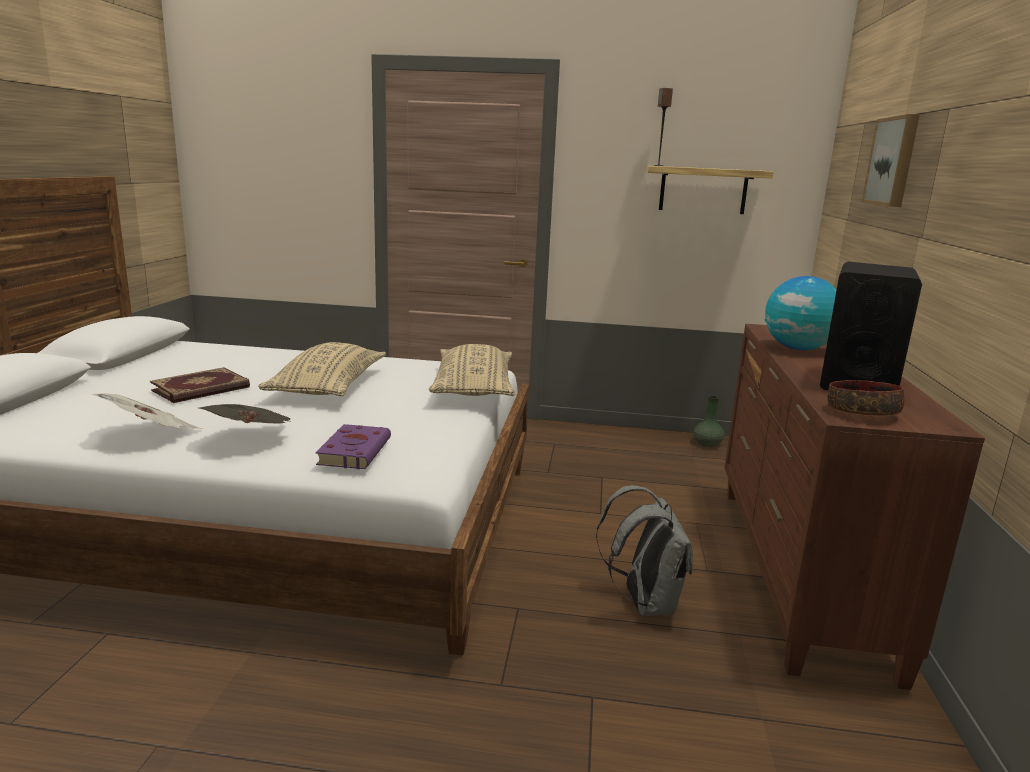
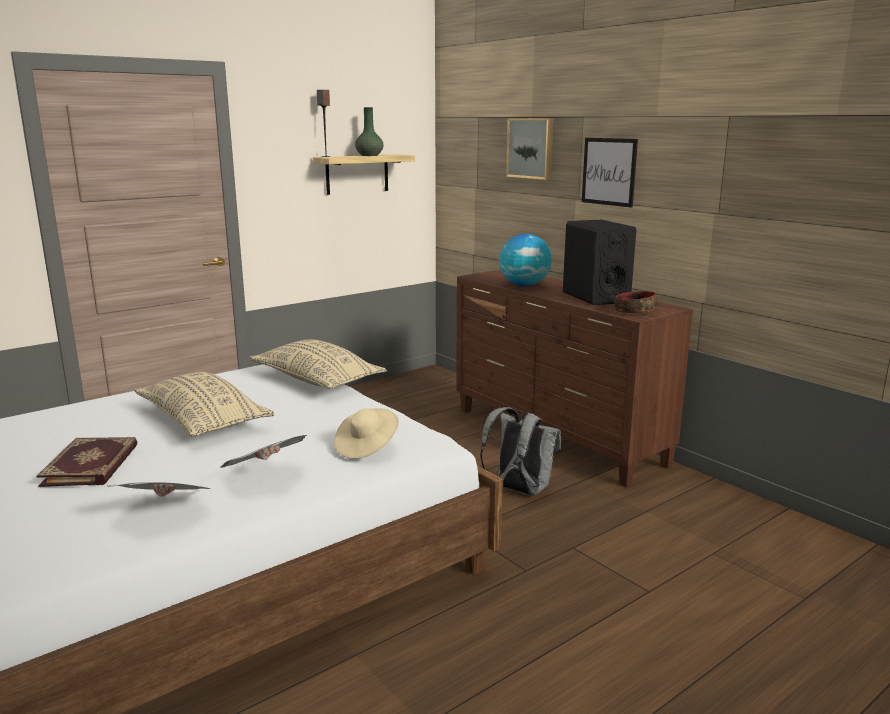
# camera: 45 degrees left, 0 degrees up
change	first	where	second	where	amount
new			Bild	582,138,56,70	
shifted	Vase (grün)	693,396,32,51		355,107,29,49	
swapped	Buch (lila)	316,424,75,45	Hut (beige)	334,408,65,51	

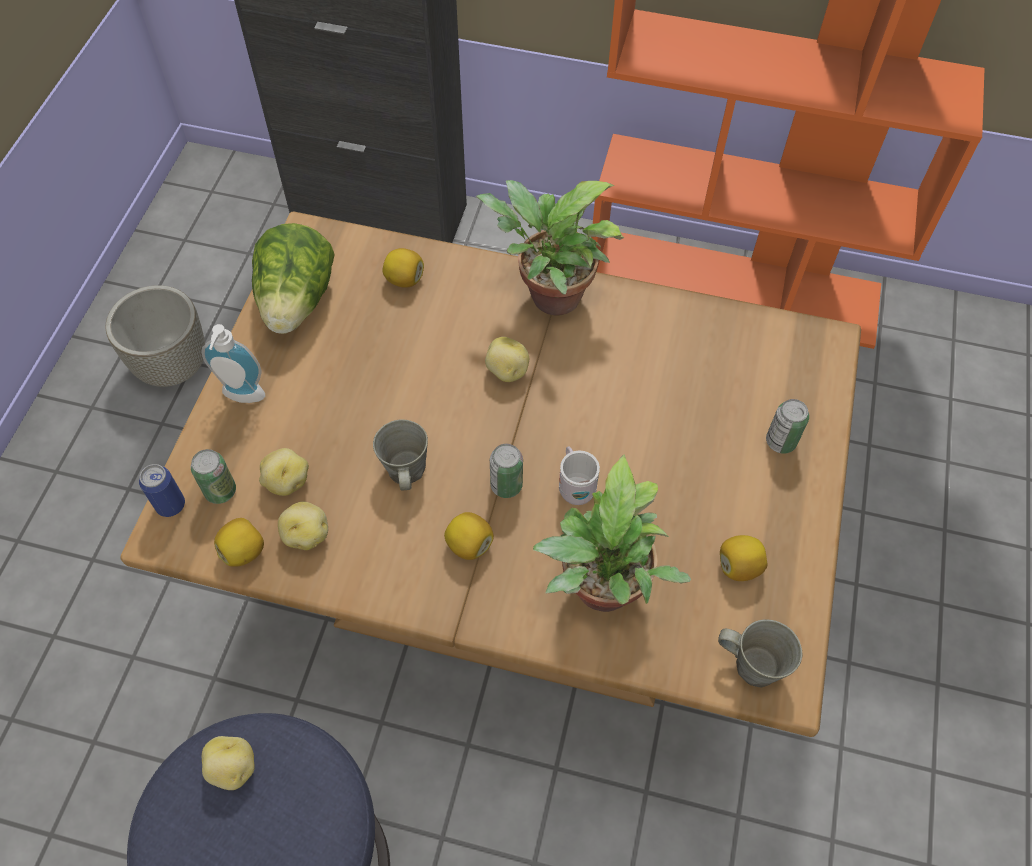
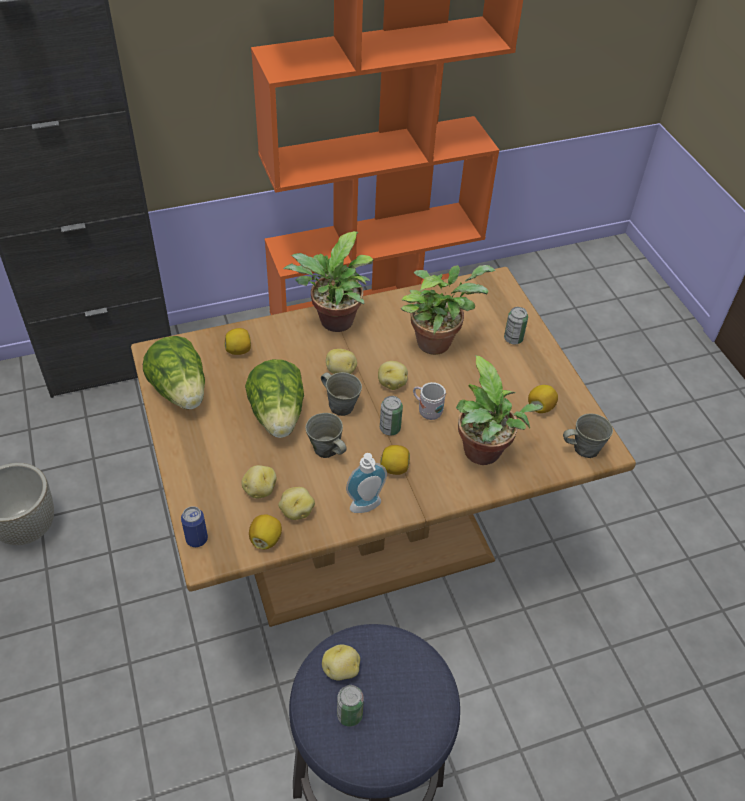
# camera: 35 degrees left, 10 degrees down
change	first	where	second	where	amount
new			Salatkopf	245,359,59,79	
new			Henkelbecher (grau)	321,372,41,44	
new			Kartoffel	378,361,30,29	
new			Topfpflanze	401,265,95,90	
shifted	Dose	191,449,45,55		337,685,27,42	
shifted	Seifenspender	202,324,63,79		346,453,41,60	

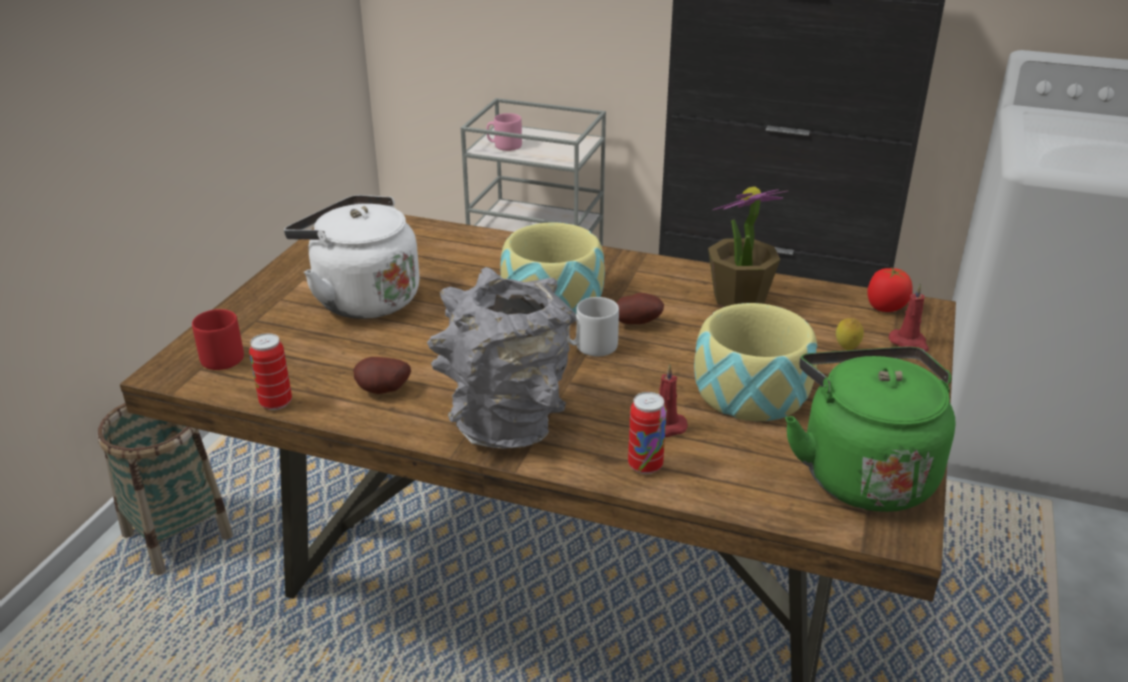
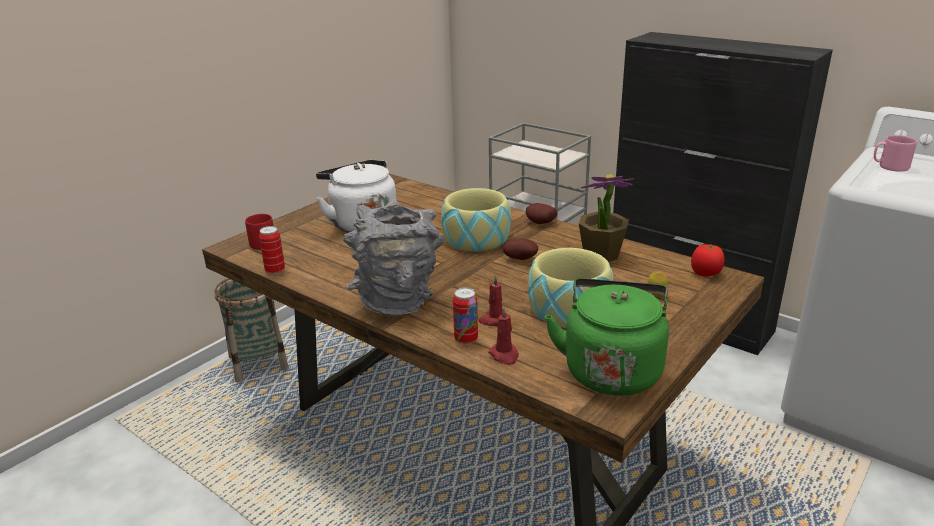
# camera: 20 degrees right, 5 degrees down
change	first	where	second	where	amount
gone	Henkelbecher (grau)	567,297,52,59			
shifted	Kartoffel	353,357,58,37		526,203,31,21	
shifted	Henkelbecher (rosa)	486,113,36,38		874,135,43,37	
shifted	Kerze (rot)	889,284,40,68		488,307,31,58	

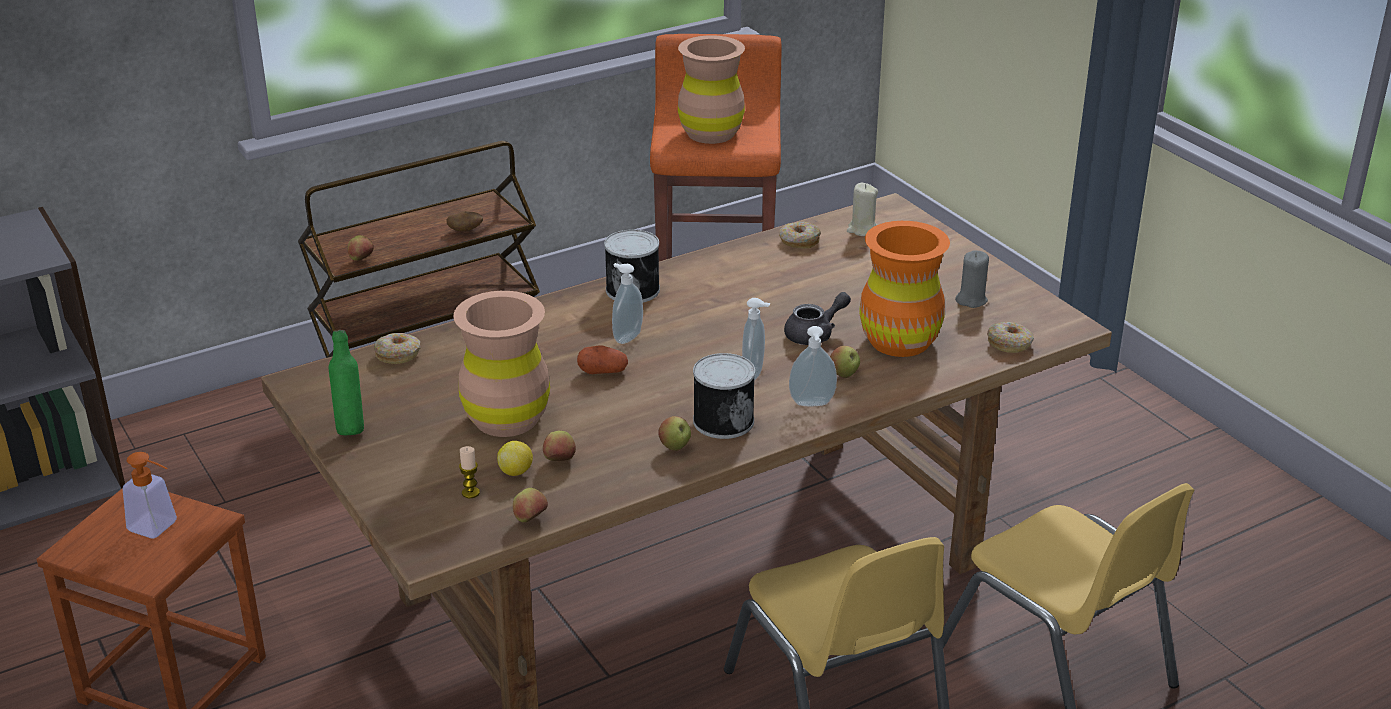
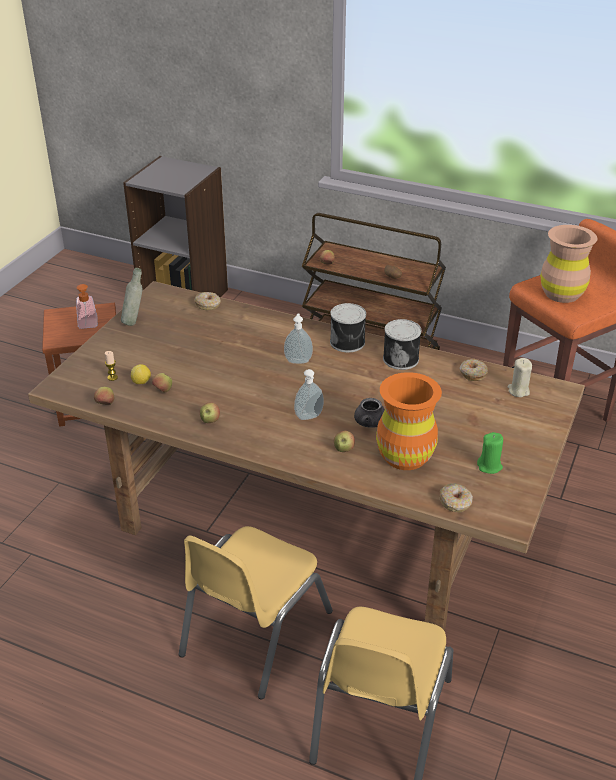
# camera: 55 degrees right, 5 degrees up
change	first	where	second	where	amount
gone	Vase (braun)	453,291,97,146			
gone	Kartoffel	577,346,51,28			
gone	Seifenspender	789,326,48,80			
shifted	Dose	693,353,62,86		383,319,38,51	
repainted	Flasche (grün)	329,330,35,105	Flasche (grau)	121,268,22,58	
repainted	Kerze (grau)	955,250,34,58	Kerze (grün)	477,432,26,42	

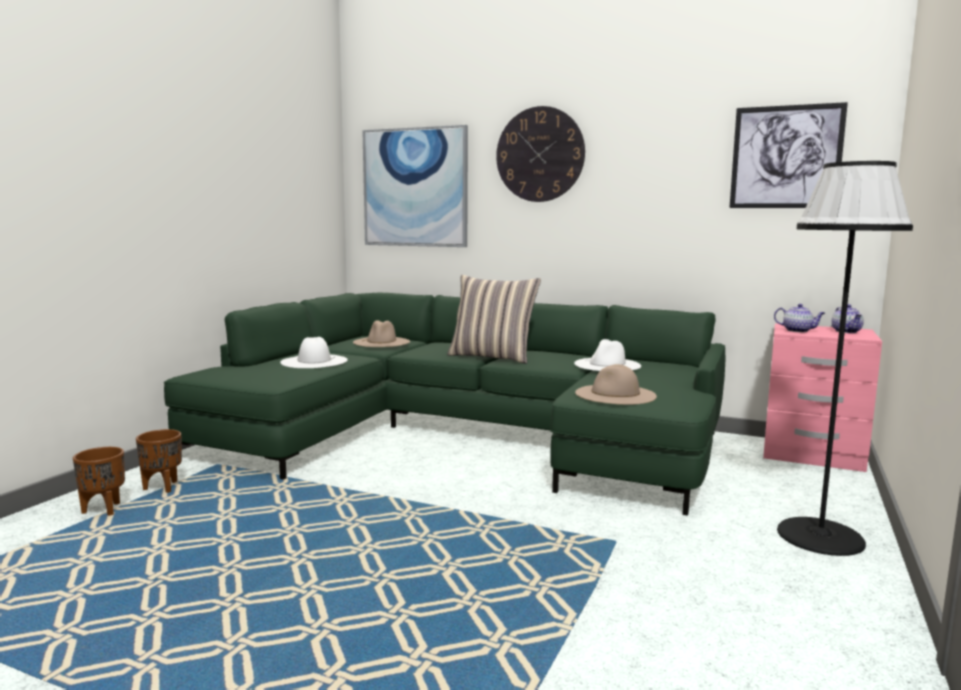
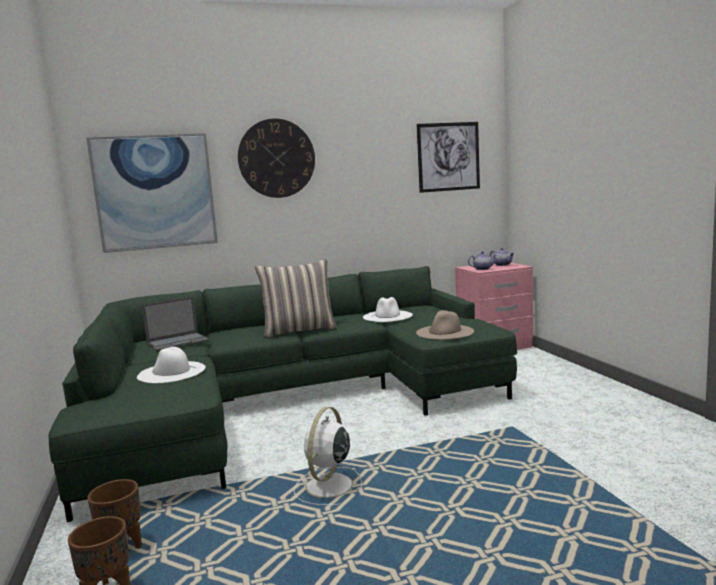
# camera: 40 degrees left, 0 degrees up
change	first	where	second	where	amount
gone	Stehlampe (schwarz)	777,161,136,395			
new			Ventilator (weiß)	294,407,68,98	
swapped	Hut (beige)	353,320,57,27	Laptop	142,297,68,55	

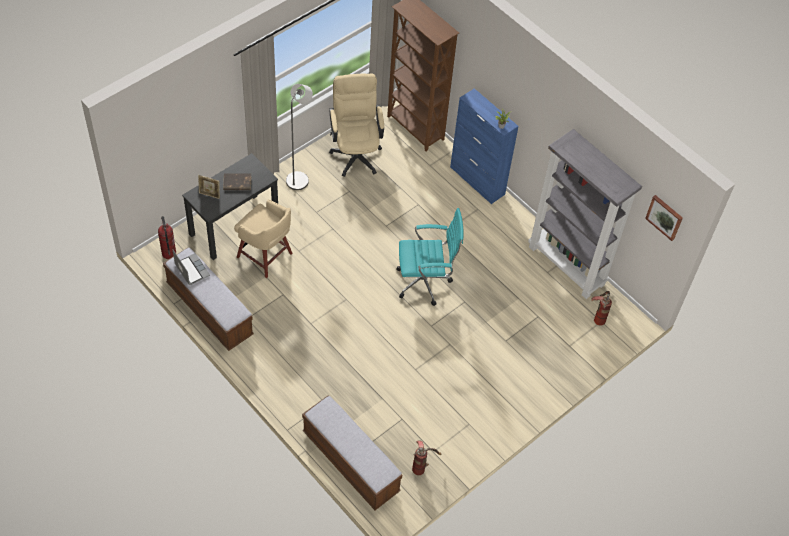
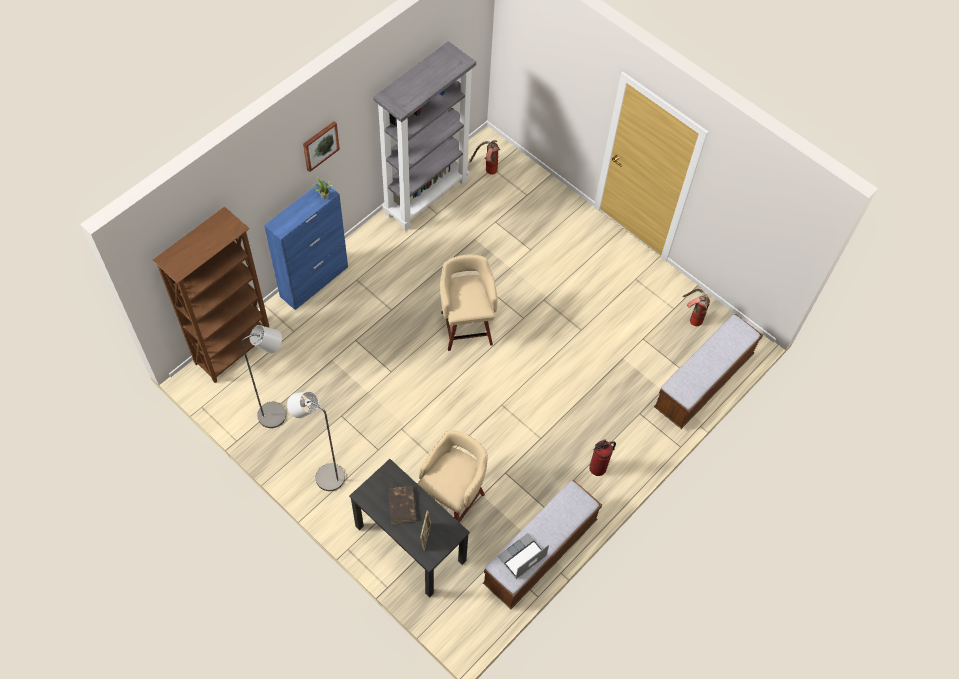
# camera: 95 degrees left, 5 degrees up
change	first	where	second	where	amount
shifted	Feuerlöscher	158,216,18,43		589,440,27,36	
shifted	Bild	645,195,38,46		303,121,37,51	
swapped	Bürostuhl (beige)	329,73,55,104	Stehlampe (grau)	241,325,45,103	
swapped	Bürostuhl (türkis)	396,208,68,98	Hocker (beige)	440,255,58,96	

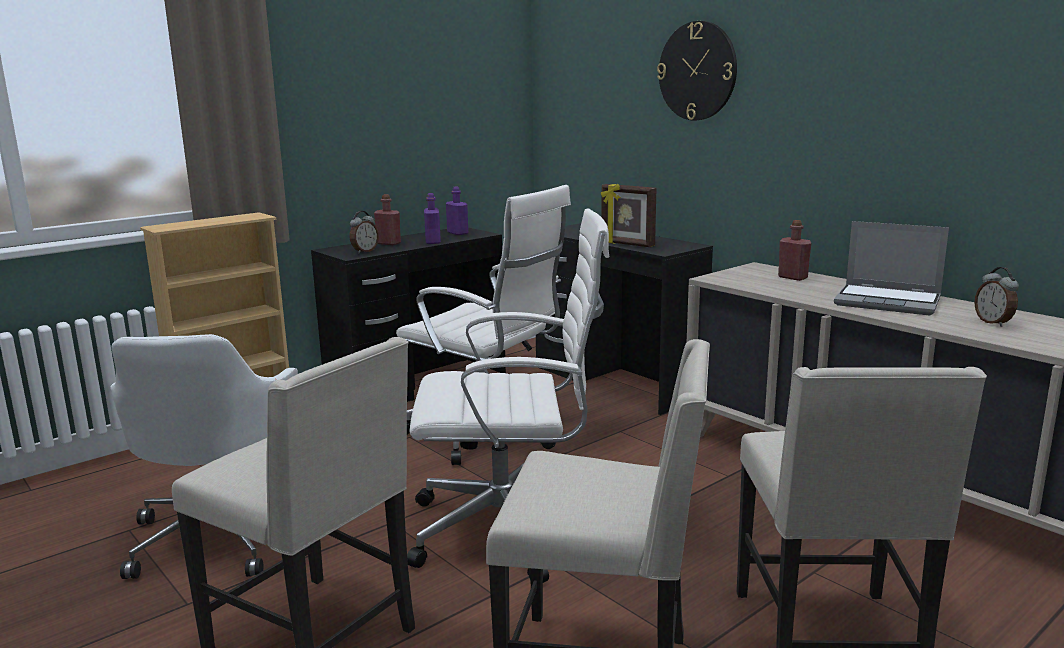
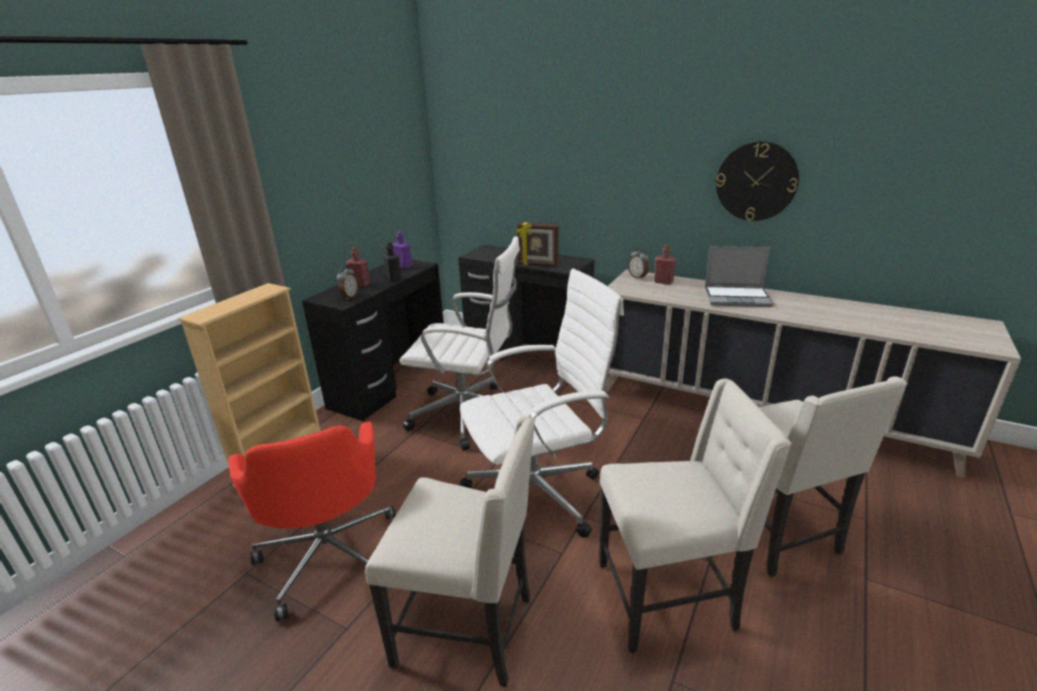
# camera: 20 degrees left, 10 degrees up
change	first	where	second	where	amount
shifted	Wanduhr	657,21,80,100		716,141,83,80	
shifted	Wecker	974,267,45,60		628,248,21,31	
repainted	Bürostuhl (weiß)	111,334,187,245	Bürostuhl (rot)	228,421,168,201	
repainted	Flasche (lila)	424,193,17,51	Flasche (schwarz)	383,242,19,40	

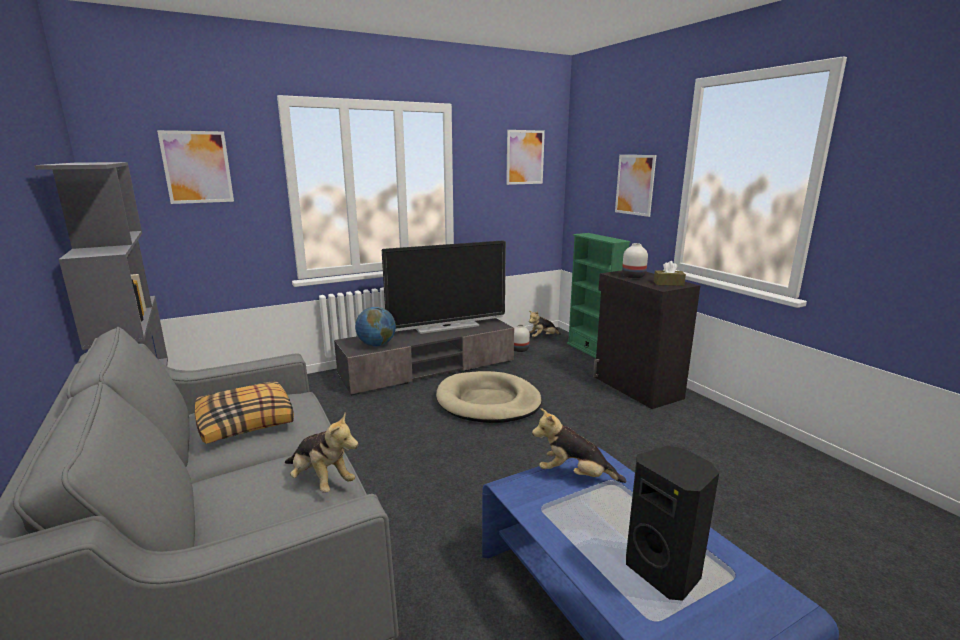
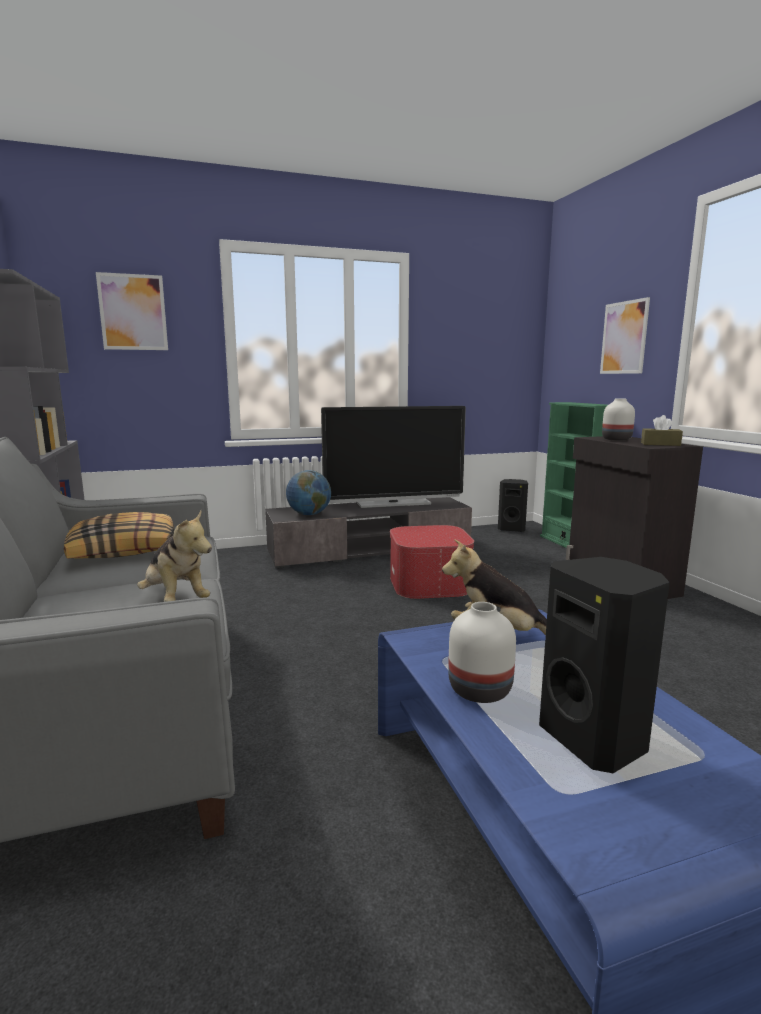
# camera: 10 degrees right, 5 degrees down
change	first	where	second	where	amount
gone	Bild	506,130,39,55			
shifted	Vase (weiß)	514,324,16,28		448,602,68,101	
swapped	Hundebett (beige)	436,371,106,52	Polsterhocker	390,525,84,74	
swapped	Plüschtier	529,311,32,26	Lautsprecher (schwarz)	498,479,30,53	

